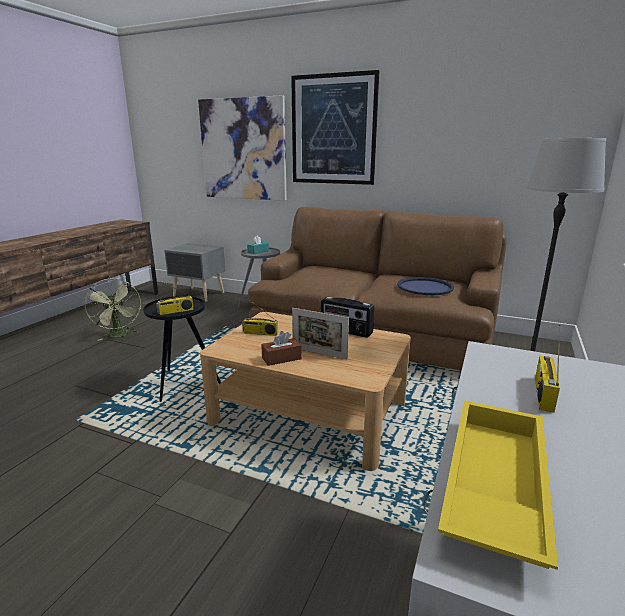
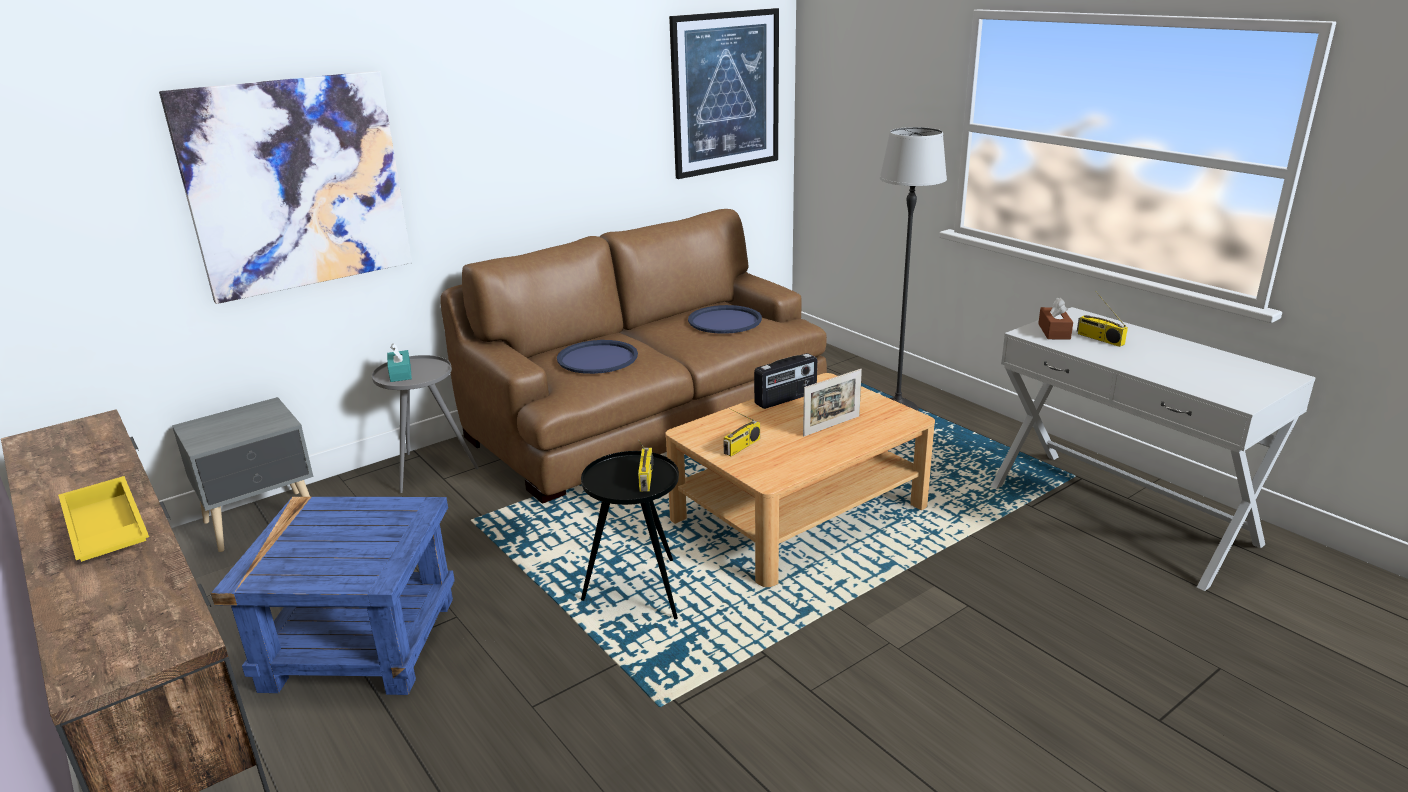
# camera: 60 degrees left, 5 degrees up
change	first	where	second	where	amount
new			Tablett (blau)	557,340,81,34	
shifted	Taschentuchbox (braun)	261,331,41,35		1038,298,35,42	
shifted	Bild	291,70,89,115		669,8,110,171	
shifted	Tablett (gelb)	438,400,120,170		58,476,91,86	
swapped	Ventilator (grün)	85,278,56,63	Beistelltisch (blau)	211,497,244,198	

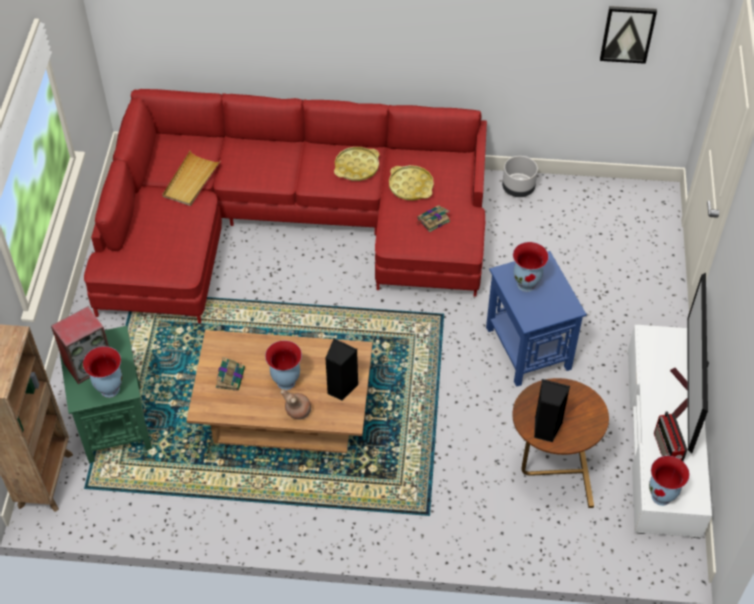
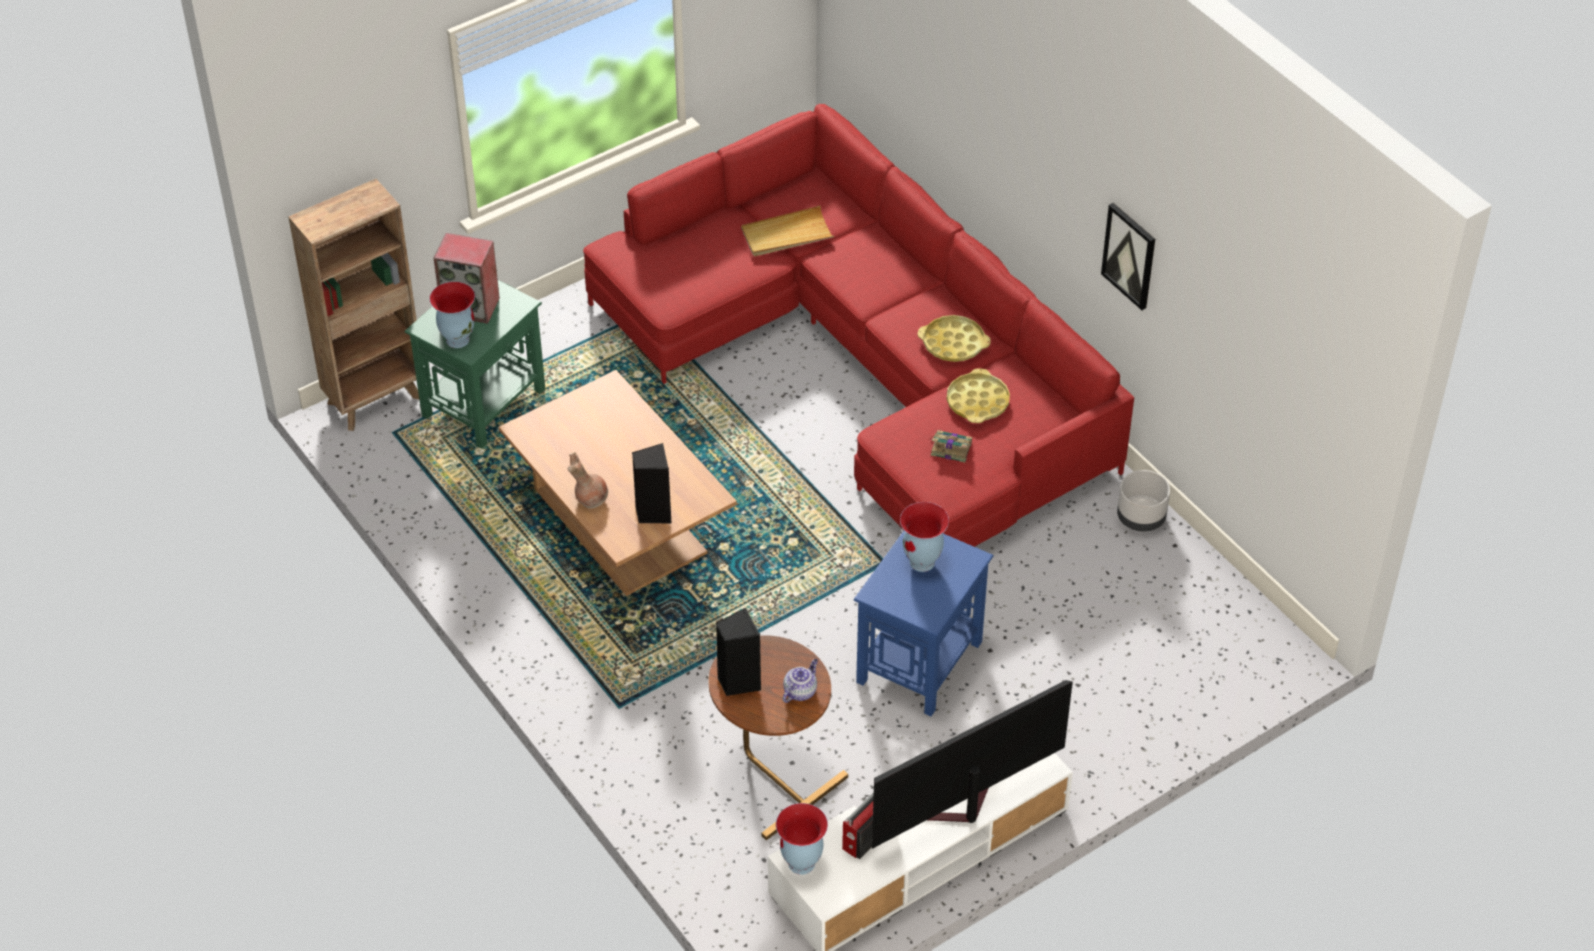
# camera: 50 degrees right, 5 degrees down
change	first	where	second	where	amount
gone	Buch	216,357,29,34			
gone	Vase	265,340,37,50			
new			Teekanne	783,659,35,44	
shifted	Bild	600,6,57,58		1101,203,54,107	

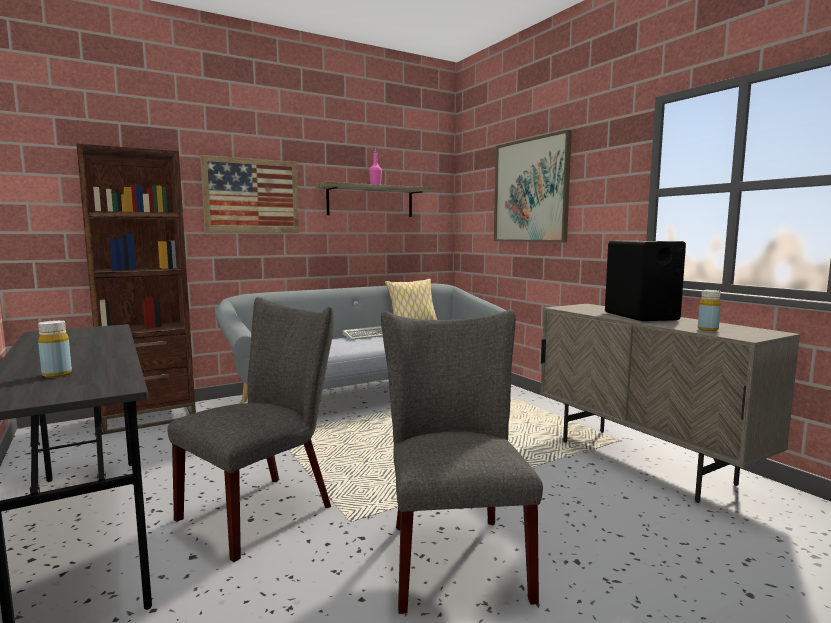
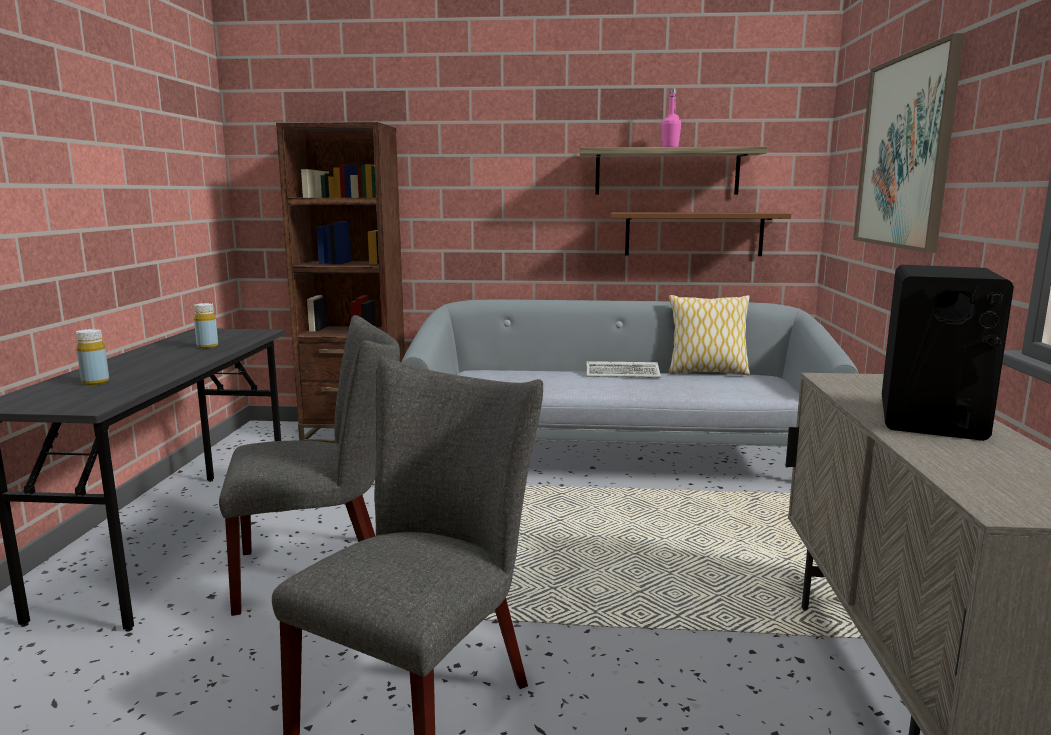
# camera: 35 degrees right, 5 degrees up
change	first	where	second	where	amount
gone	Bild	200,155,99,78			
new			Wandregal (braun)	610,212,181,44	
shifted	Flasche (gelb)	698,290,23,41		194,303,24,45	

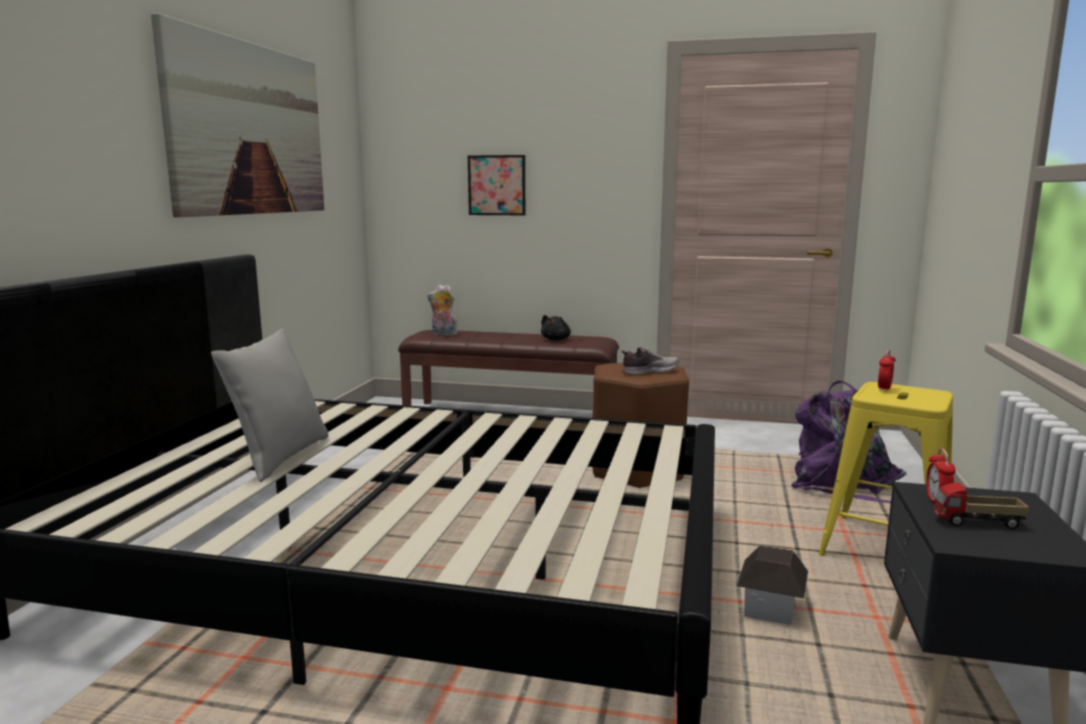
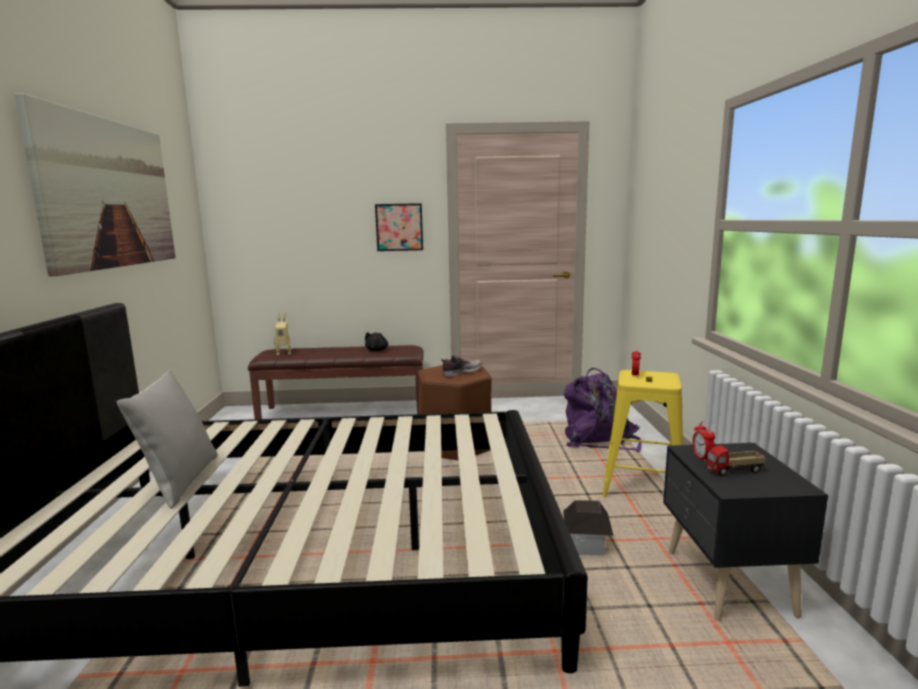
# camera: 15 degrees left, 0 degrees up
change	first	where	second	where	amount
shifted	Bild	468,155,57,60		375,203,48,48	
swapped	Plüschtier	427,285,32,51	Spielzeugroboter	274,313,17,42	

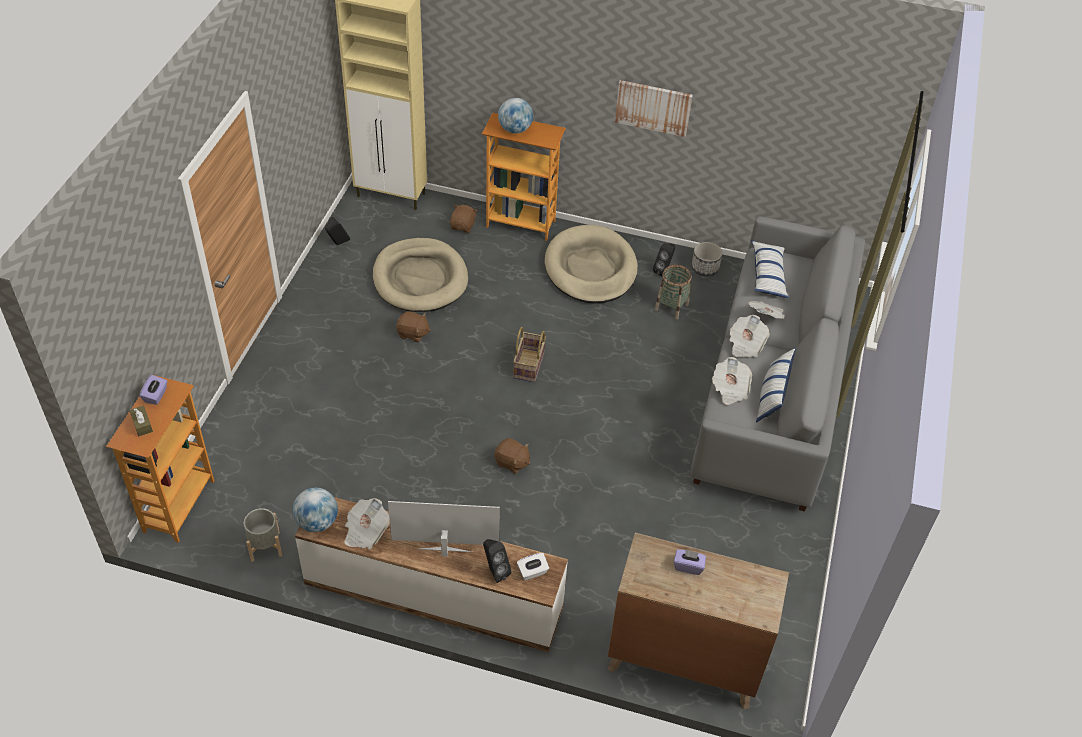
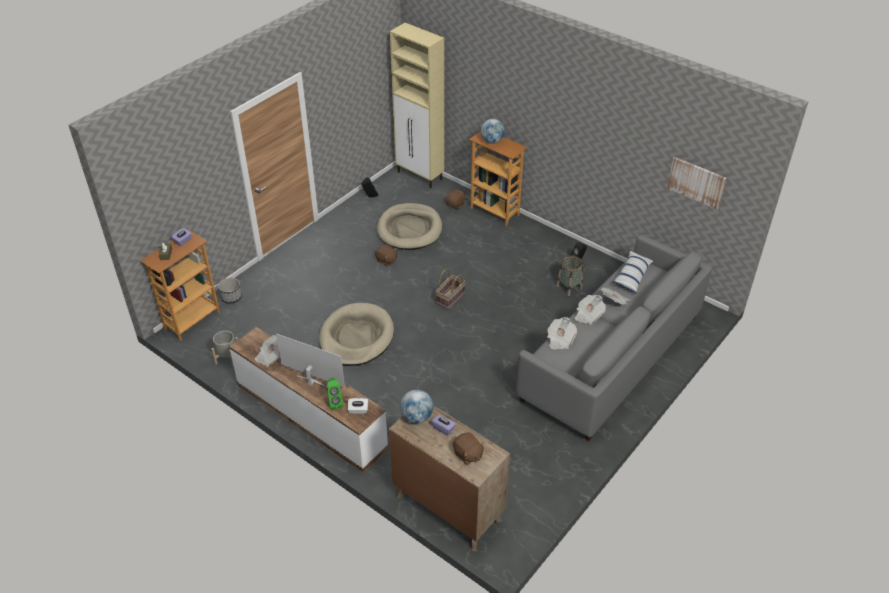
# camera: 25 degrees right, 5 degrees down
change	first	where	second	where	amount
gone	Kissen	756,347,40,76			
shifted	Globus	293,488,45,44		400,389,33,34	
shifted	Plüschtier (braun)	494,438,36,36		453,432,31,33	
shifted	Hundebett (beige)	545,225,93,79		319,303,75,63	
shifted	Bild	615,80,77,57		667,157,59,53	
shifted	Pflanzkübel	691,242,31,34		218,278,24,26	
repainted	Lautsprecher (schwarz)	483,539,29,44	Lautsprecher (grün)	327,378,16,31	

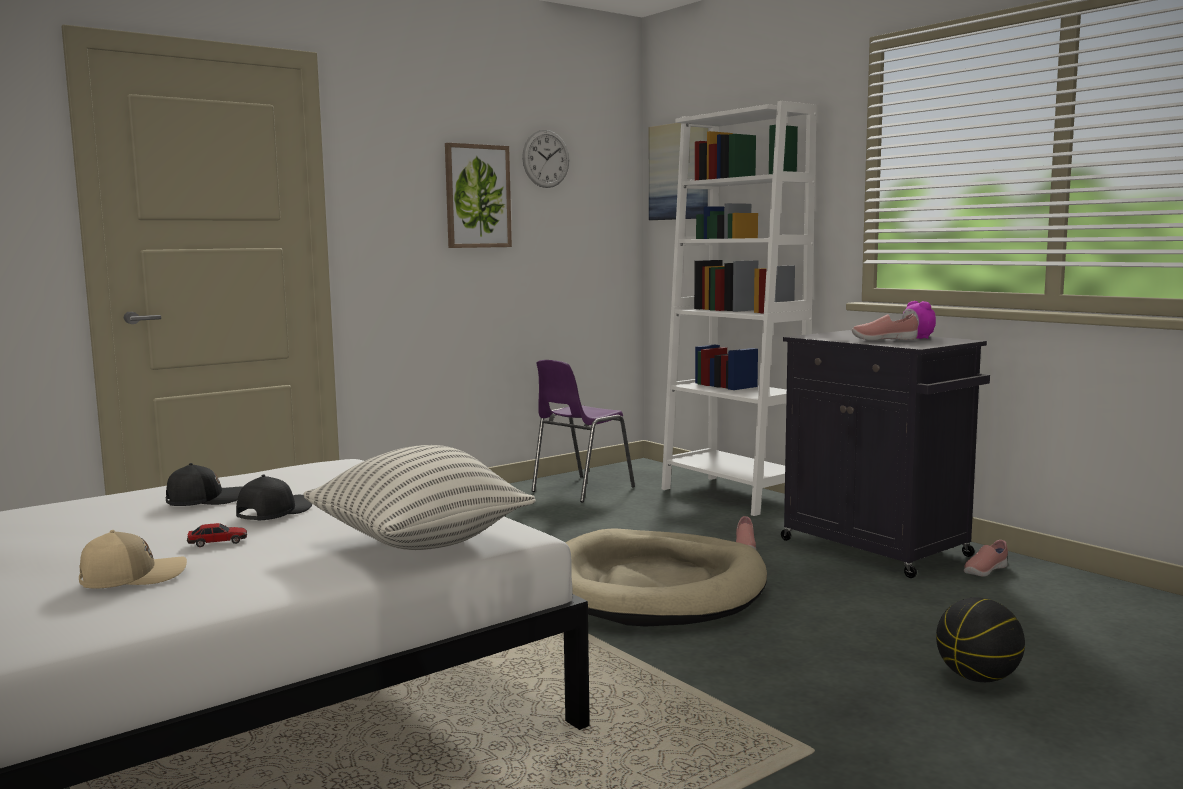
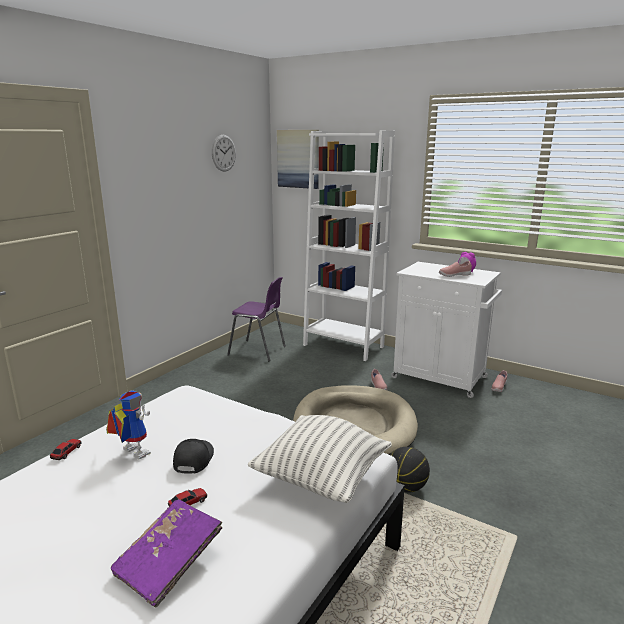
# camera: 20 degrees left, 10 degrees up
change	first	where	second	where	amount
gone	Bild	445,143,67,105			
new			Spielzeugauto	50,439,31,21	
shifted	Basketball	936,597,89,85		390,447,40,46	
swapped	Kappe (beige)	79,530,108,58	Buch (lila)	111,499,112,109	
swapped	Kappe (schwarz)	166,463,77,43	Spielzeugroboter	106,390,45,70	
repainted	Schrank (schwarz)	781,330,209,248	Schrank (weiß)	391,262,111,136	
rotated	Stuhl (lila)	532,360,103,143		227,277,59,84	90 degrees counterclockwise

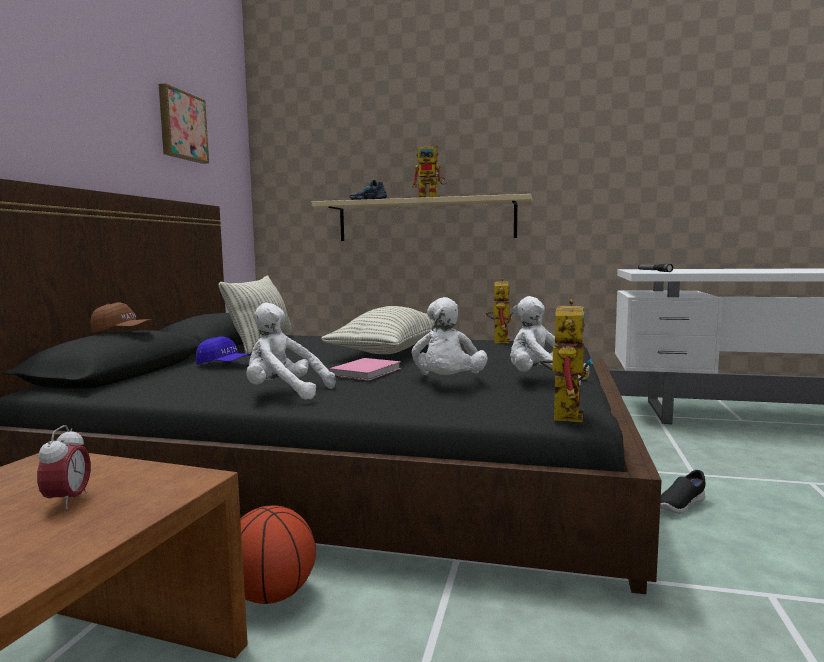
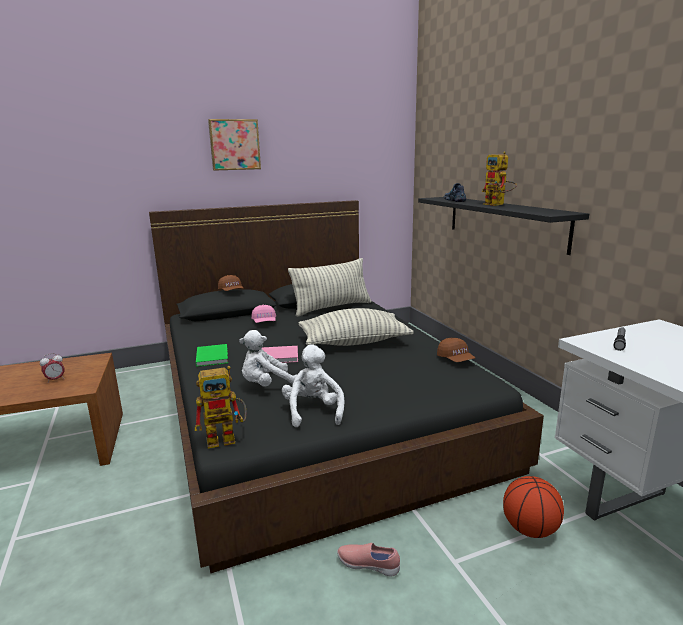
# camera: 55 degrees right, 10 degrees up
change	first	where	second	where	amount
shifted	Bild	159,83,50,81		208,119,53,52	
shifted	Basketball	240,505,76,99		503,476,61,62	
swapped	Plüschtier (weiß)	246,303,90,97	Buch (grün)	196,344,32,23	
swapped	Spielzeugroboter	486,278,29,65	Kappe (braun)	437,338,38,24	
repainted	Kappe (blau)	196,336,55,29	Kappe (rosa)	251,305,25,18	
repainted	Wandregal (beige)	312,194,221,47	Wandregal (schwarz)	418,197,171,58	
repainted	Schuh (schwarz)	660,470,45,44	Schuh (rosa)	337,543,63,33	

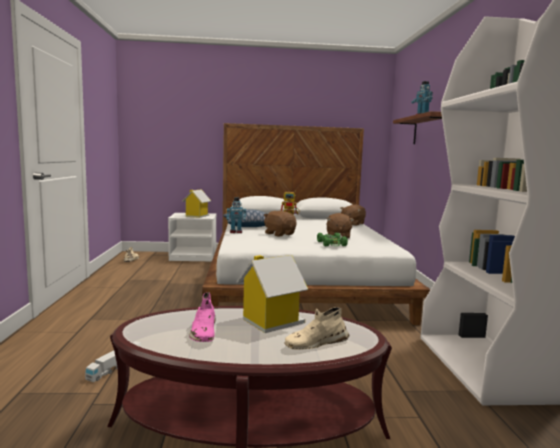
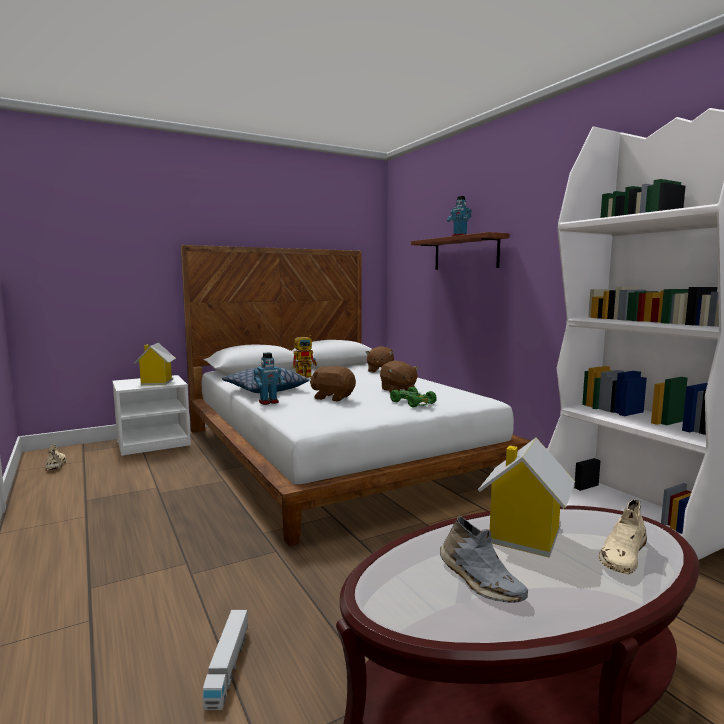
# camera: 25 degrees left, 0 degrees up
change	first	where	second	where	amount
repainted	Schuh (rosa)	189,292,26,50	Schuh (grau)	440,516,88,87	

